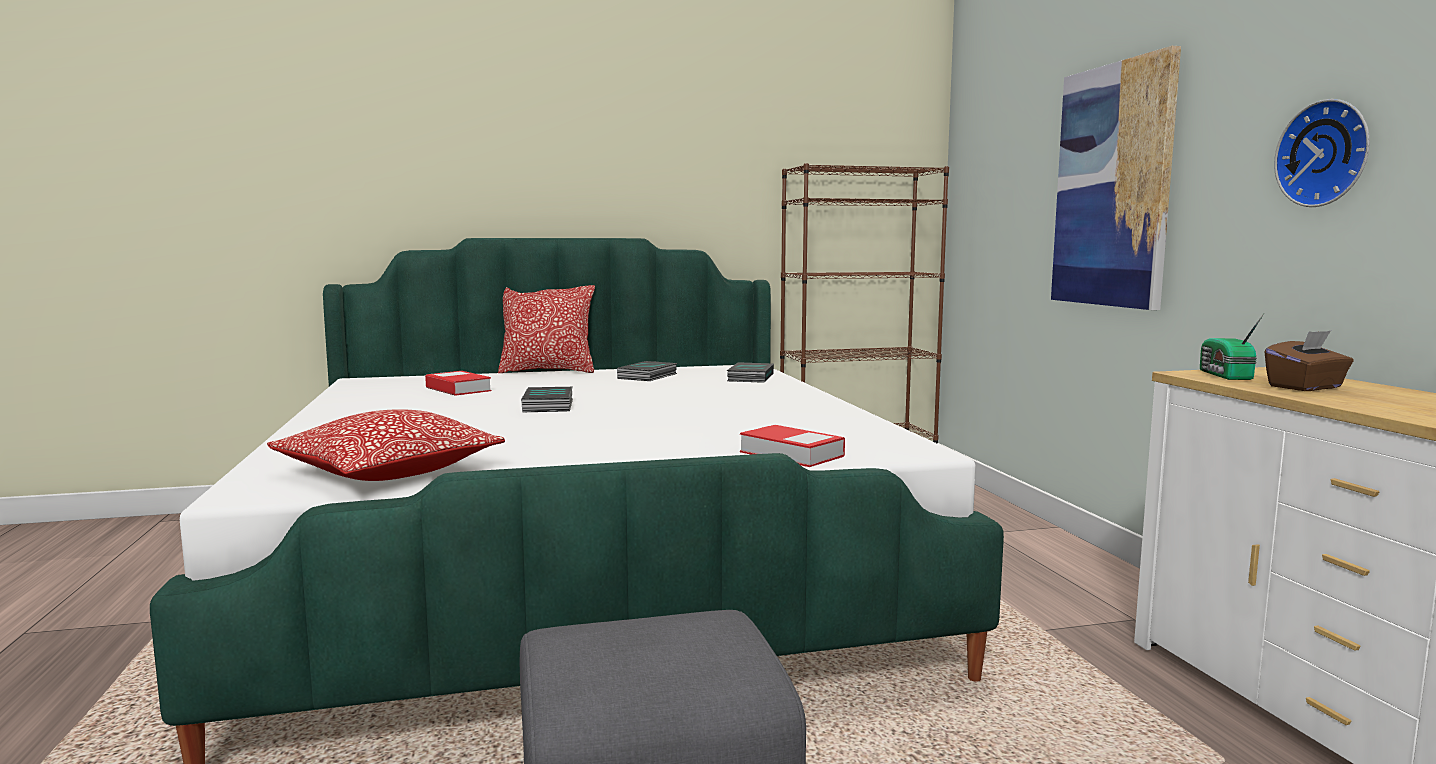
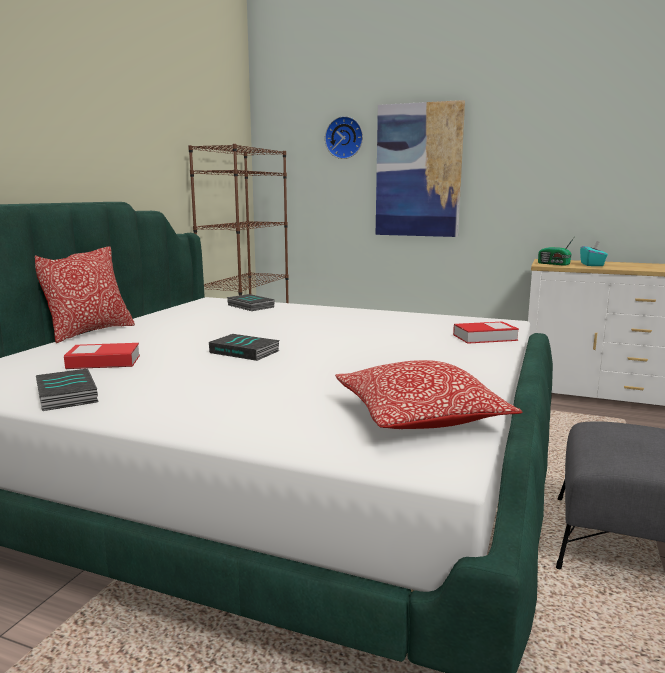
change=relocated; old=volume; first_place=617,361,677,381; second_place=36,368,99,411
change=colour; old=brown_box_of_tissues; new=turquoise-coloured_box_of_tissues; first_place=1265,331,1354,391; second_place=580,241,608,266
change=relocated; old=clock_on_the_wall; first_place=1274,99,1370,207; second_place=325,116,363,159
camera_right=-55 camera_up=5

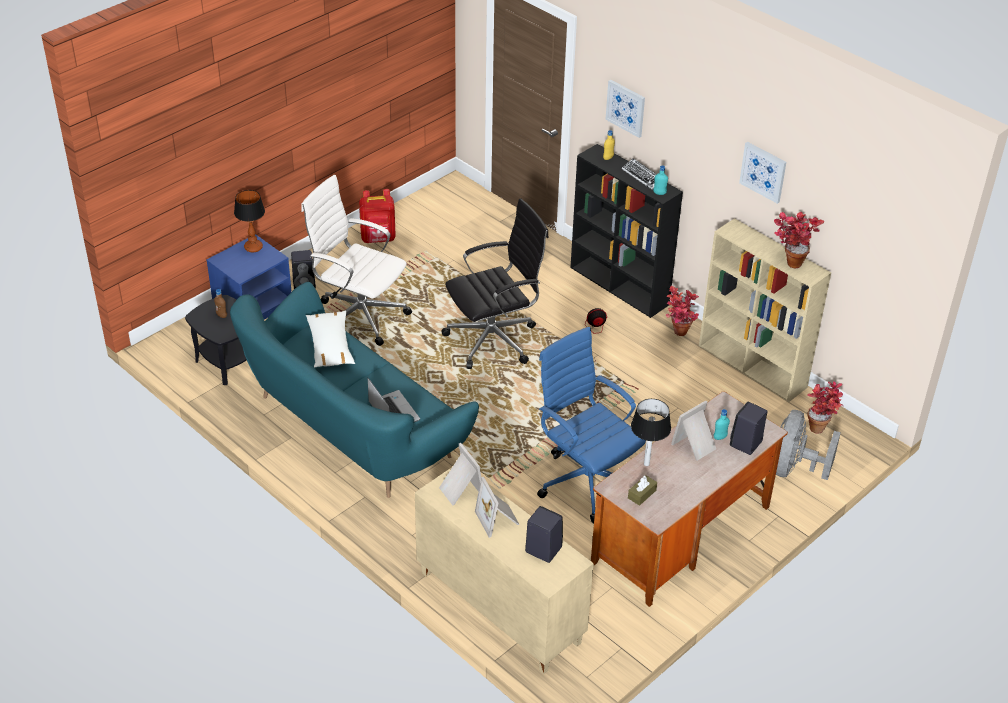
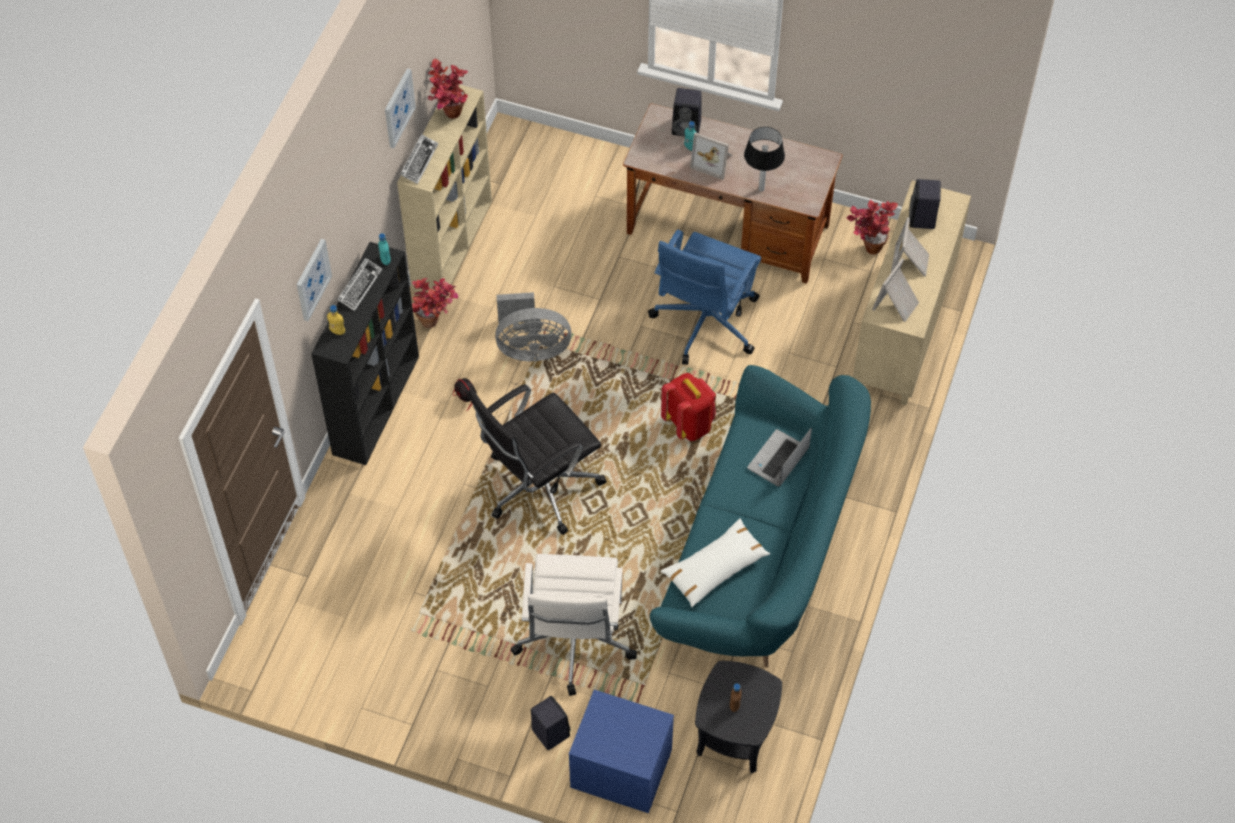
change=missing; old=tabletop_lamp; first_place=234,190,265,252
change=relocated; old=reddish_rucksack; first_place=359,189,396,243; second_place=661,373,716,441
change=spun; old=black_office_chair; first_place=442,198,549,369; second_place=468,384,607,535; degrees=-75
change=spun; old=standing_frame; first_place=475,477,520,538; second_place=891,217,929,276; degrees=150
change=missing; old=brown_box_of_tissues; first_place=628,475,657,506
change=relocated; old=greyish_cooling_fan; first_place=776,410,841,480; second_place=495,292,571,361
change=relocated; old=houseplant; first_place=807,382,843,434; second_place=847,200,898,255
change=appeared; new=keyboard; second_place=400,134,438,184
camera_right=-115 camera_up=15

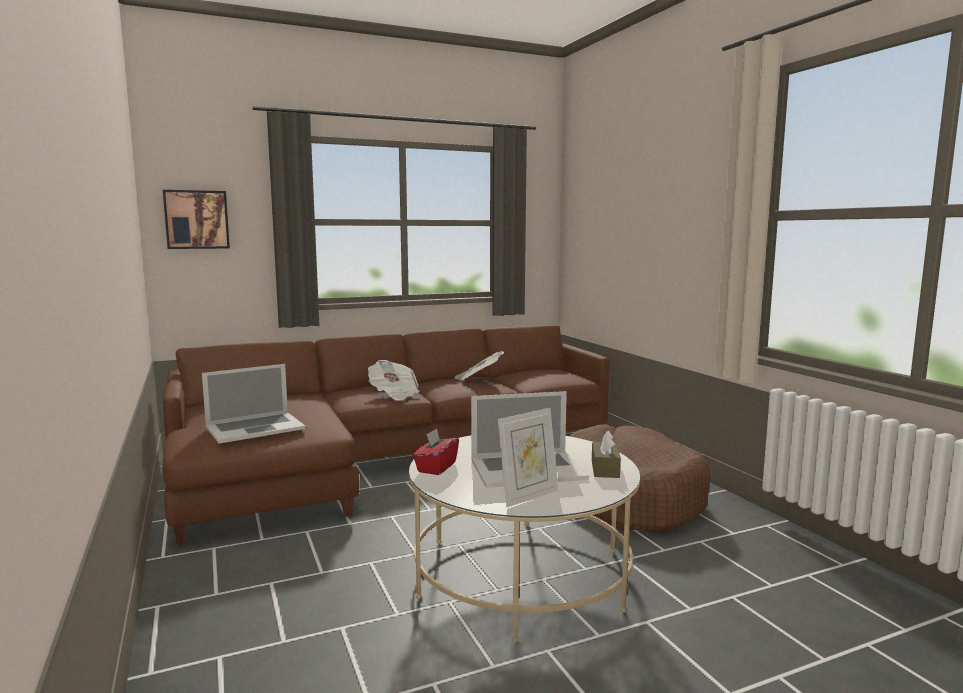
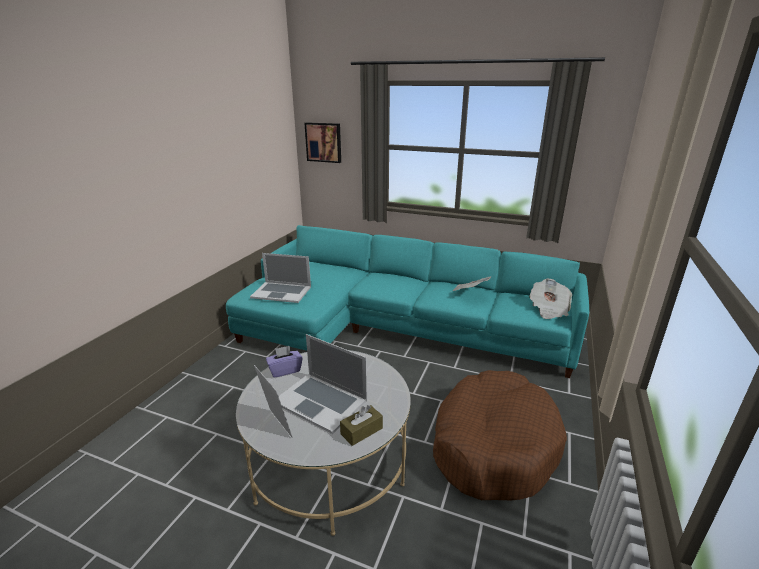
change=colour; old=brown_couch; new=turquoise-coloured_couch; first_place=162,325,610,546; second_place=226,225,589,378
change=relocated; old=printed_paper; first_place=368,360,420,401; second_place=529,279,572,319
change=colour; old=reddish_box_of_tissues; new=purple-coloured_box_of_tissues; first_place=413,428,459,475; second_place=266,346,303,378
change=spun; old=standing_frame; first_place=498,408,558,507; second_place=254,365,293,438; degrees=-135
camera_right=45 camera_up=15

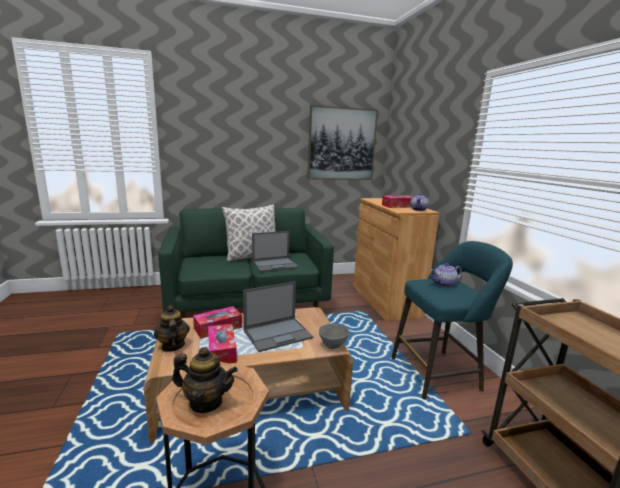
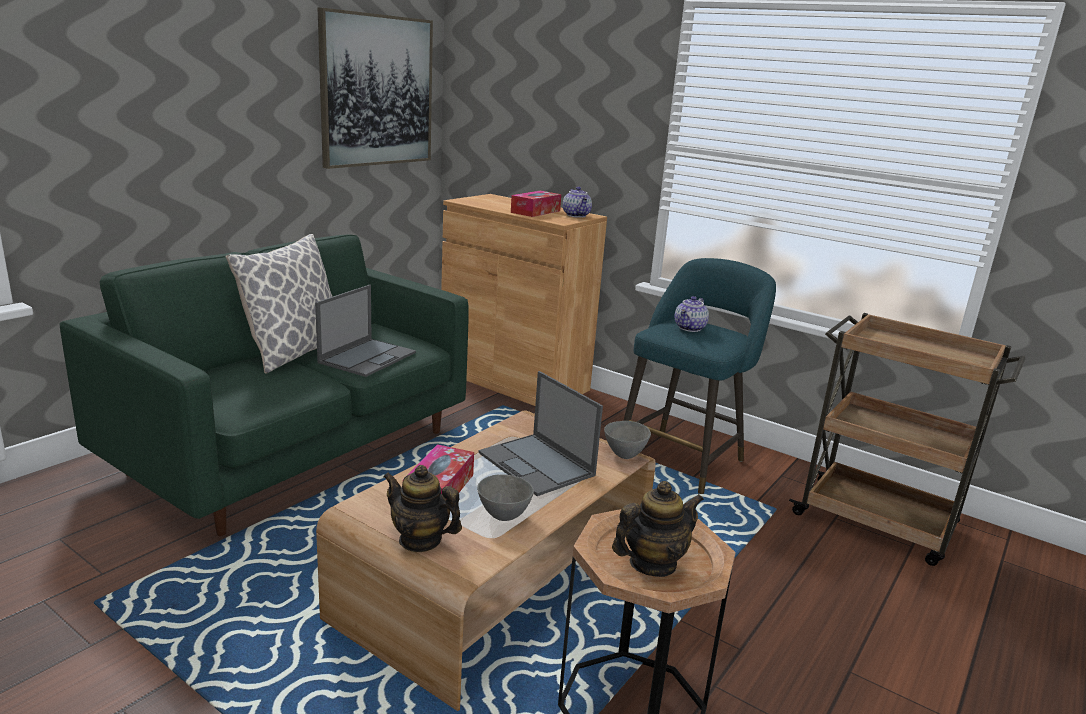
change=exchanged; old=box_of_tissues; new=greyish_deep_dish; first_place=208,324,237,364; second_place=477,474,534,521
change=spun; old=portable_computer; first_place=243,281,313,352; second_place=478,371,603,496; degrees=120
camera_right=-40 camera_up=5

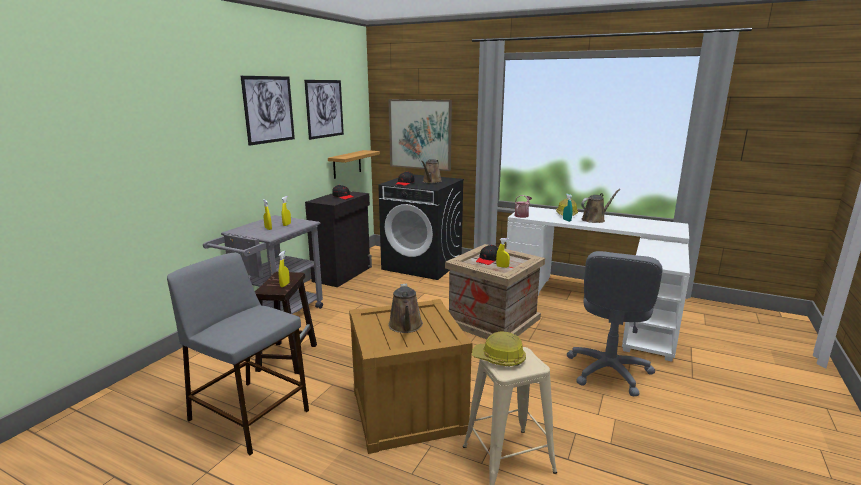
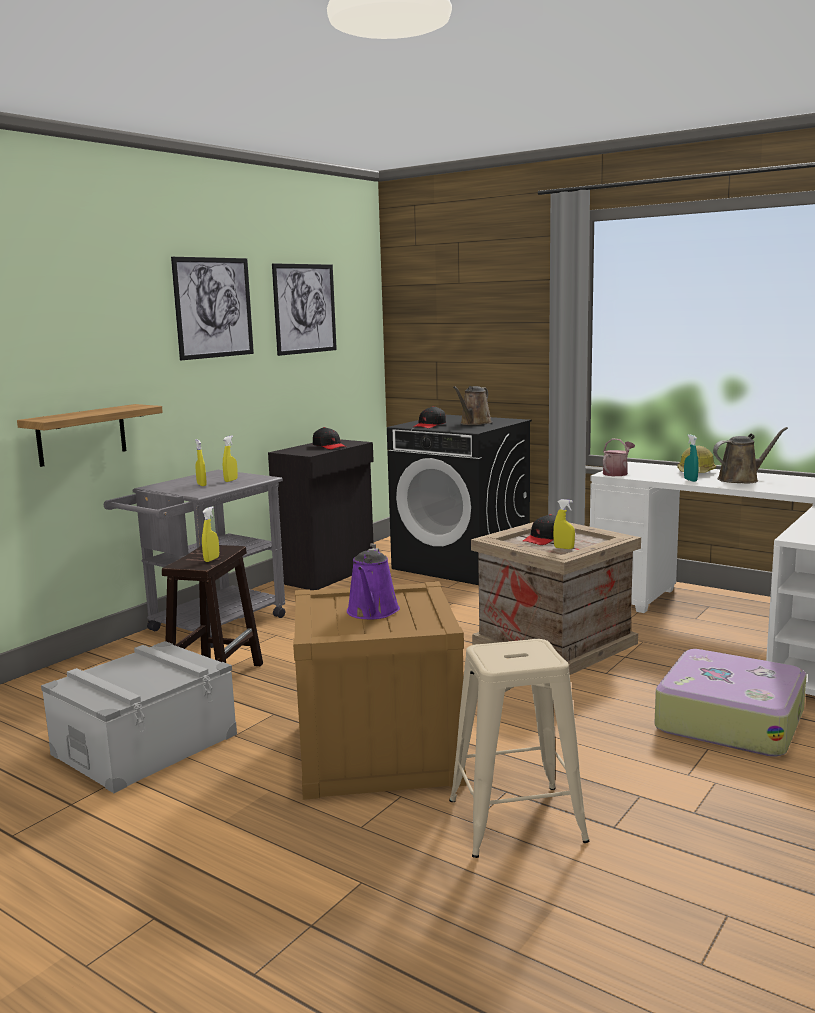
change=exchanged; old=greyish_stool; new=greyish_storage_container; first_place=167,253,309,455; second_place=41,641,237,793
change=relocated; old=wall_shelf; first_place=328,150,380,179; second_place=17,404,163,467
change=missing; old=wall_picture; first_place=388,99,452,171
change=colour; old=brown_sprinkling_can; new=purple-coloured_sprinkling_can; first_place=388,283,423,333; second_place=347,548,400,619
change=missing; old=work_helmet; first_place=472,331,526,366
change=exchanged; old=greyish_office_chair; new=piece_of_luggage; first_place=567,251,663,397; second_place=654,649,807,757
camera_right=10 camera_up=-5

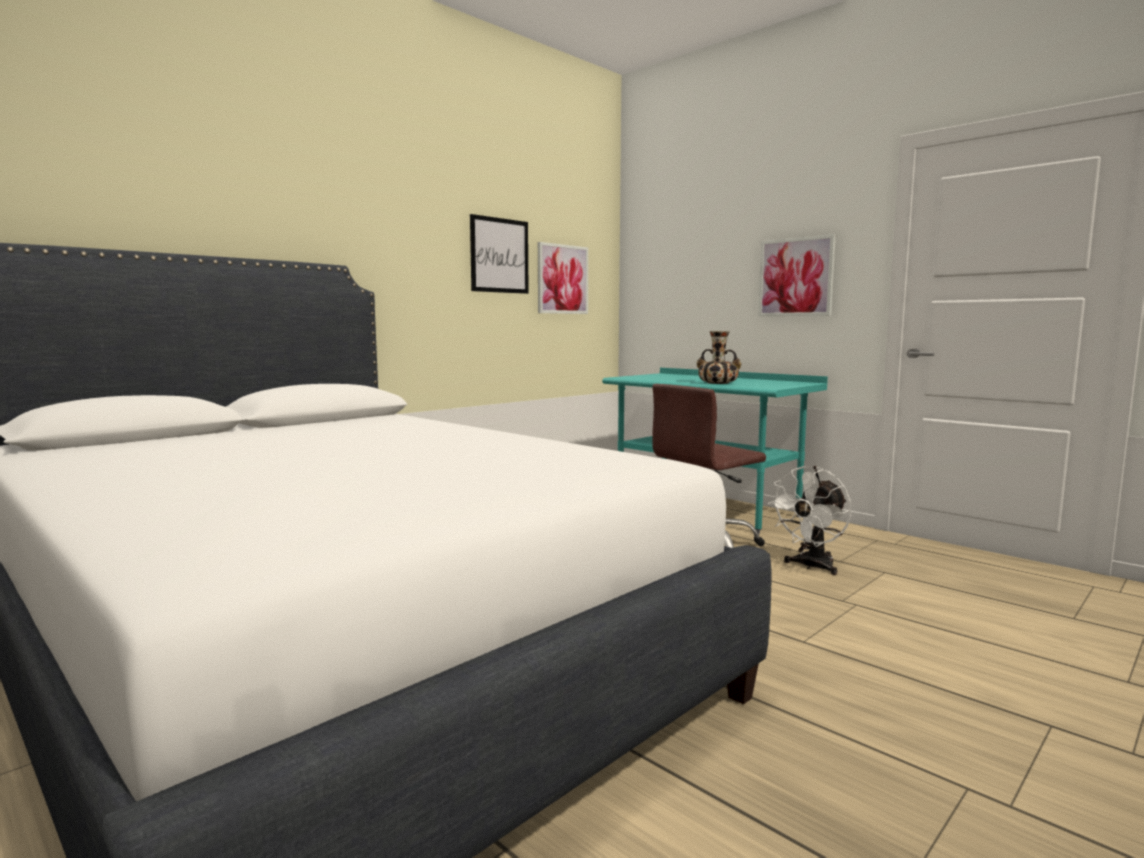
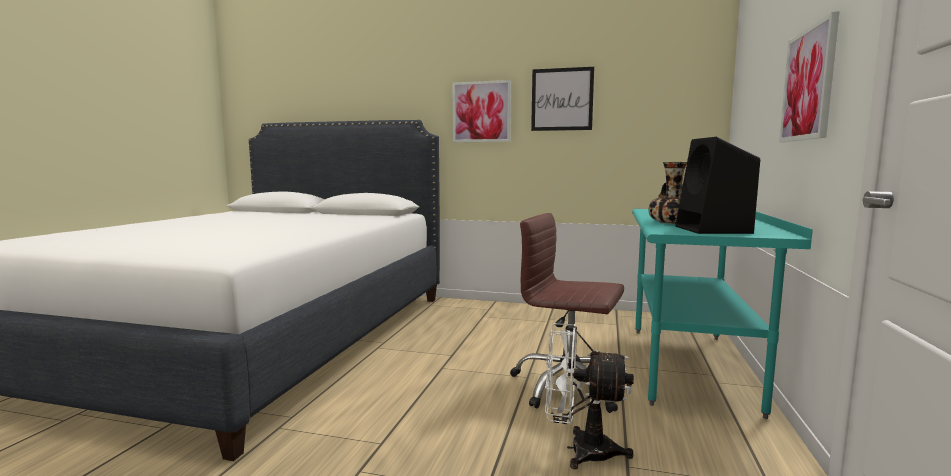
change=relocated; old=wall_picture; first_place=538,242,588,314; second_place=452,80,511,142
change=appeared; new=black_loudspeaker; second_place=675,137,760,234
camera_right=60 camera_up=0

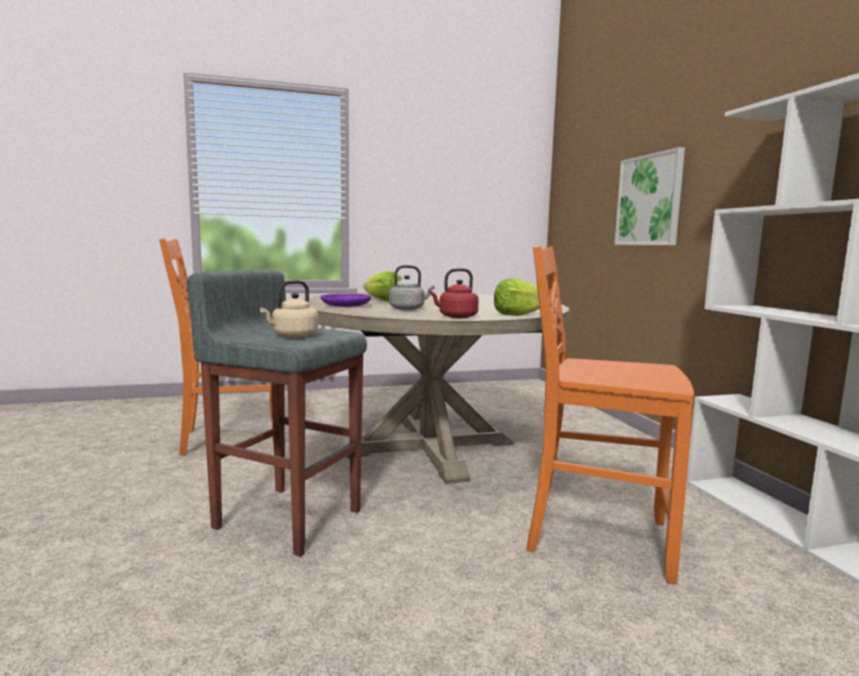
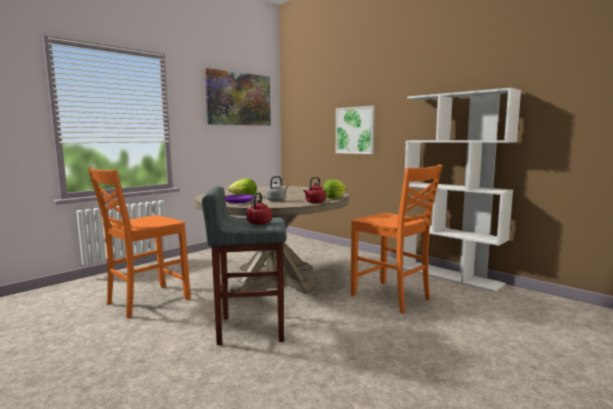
change=colour; old=sand-coloured_tea_kettle; new=reddish_tea_kettle; first_place=260,280,318,338; second_place=247,192,272,225
change=spun; old=orangey_upright_chair; first_place=526,246,694,584; second_place=351,164,442,314; degrees=-120
change=appeared; new=wall_picture; second_place=205,68,271,126
camera_right=-30 camera_up=0

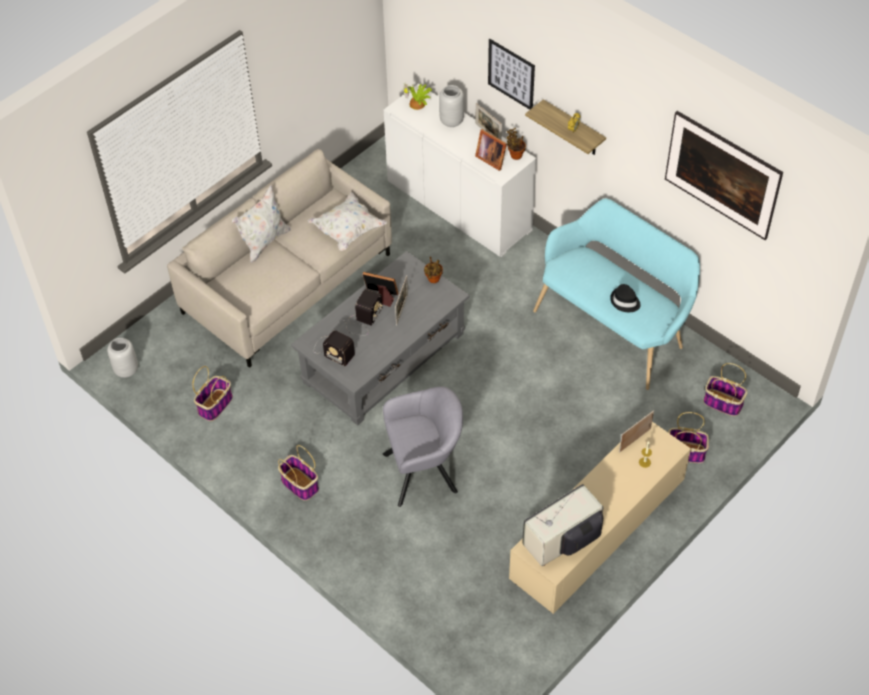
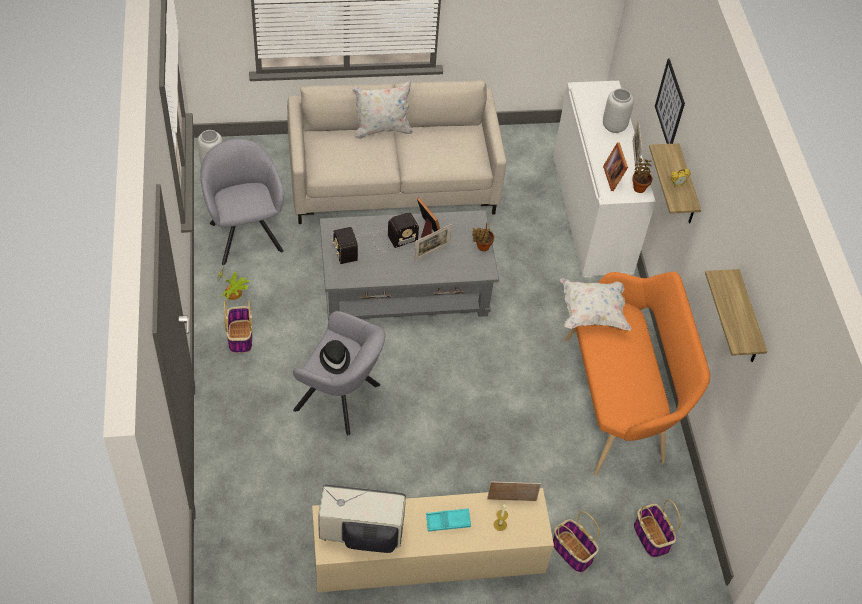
change=exchanged; old=household_basket; new=greyish_armchair; first_place=192,366,233,421; second_place=200,139,284,265
change=relocated; old=whitish_throw_pillow; first_place=308,192,387,251; second_place=560,278,631,331
change=relocated; old=houseplant; first_place=403,83,432,110; second_place=217,266,250,300
change=colour; old=turquoise-coloured_indoor_bench; new=orangey_indoor_bench; first_place=533,198,700,390; second_place=564,272,710,475
change=relocated; old=black_hat; first_place=610,284,640,312; second_place=320,340,350,374
change=exchanged; old=wall_picture; new=wall_shelf; first_place=665,111,783,240; second_place=705,269,767,362
change=appeared; new=turquoise-coloured_tray; second_place=426,508,471,531
camera_right=35 camera_up=0

